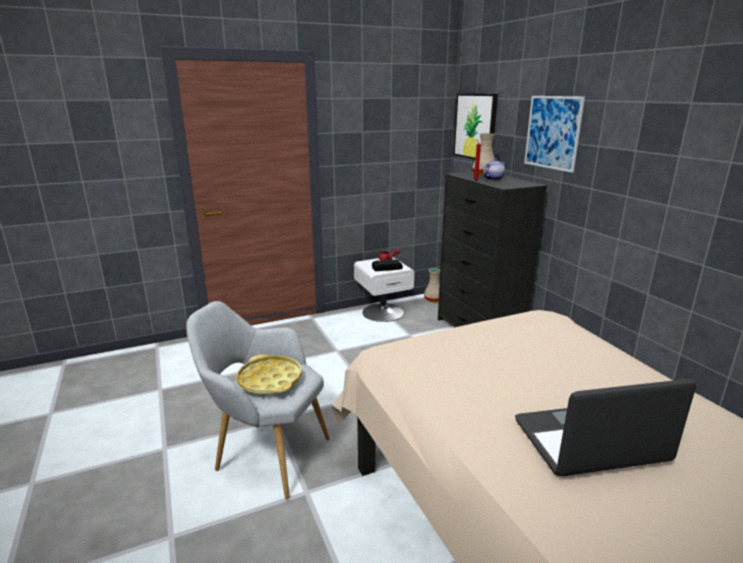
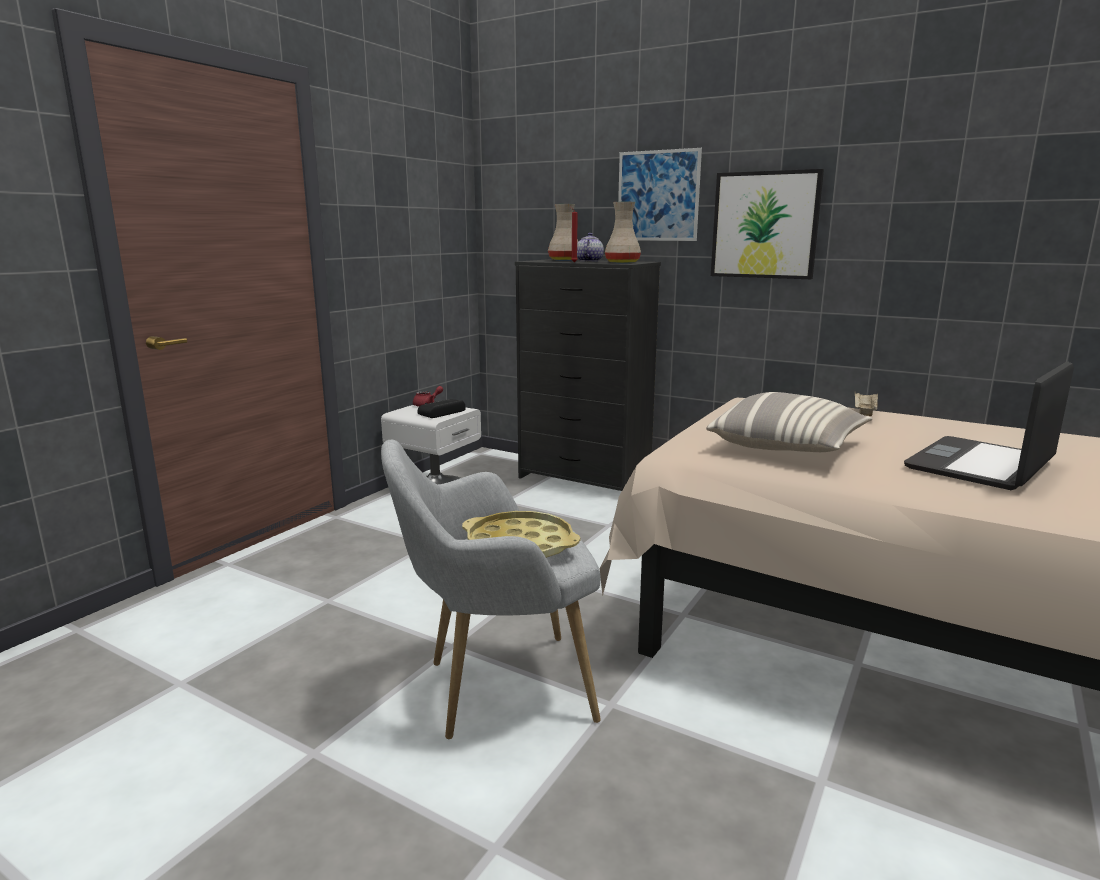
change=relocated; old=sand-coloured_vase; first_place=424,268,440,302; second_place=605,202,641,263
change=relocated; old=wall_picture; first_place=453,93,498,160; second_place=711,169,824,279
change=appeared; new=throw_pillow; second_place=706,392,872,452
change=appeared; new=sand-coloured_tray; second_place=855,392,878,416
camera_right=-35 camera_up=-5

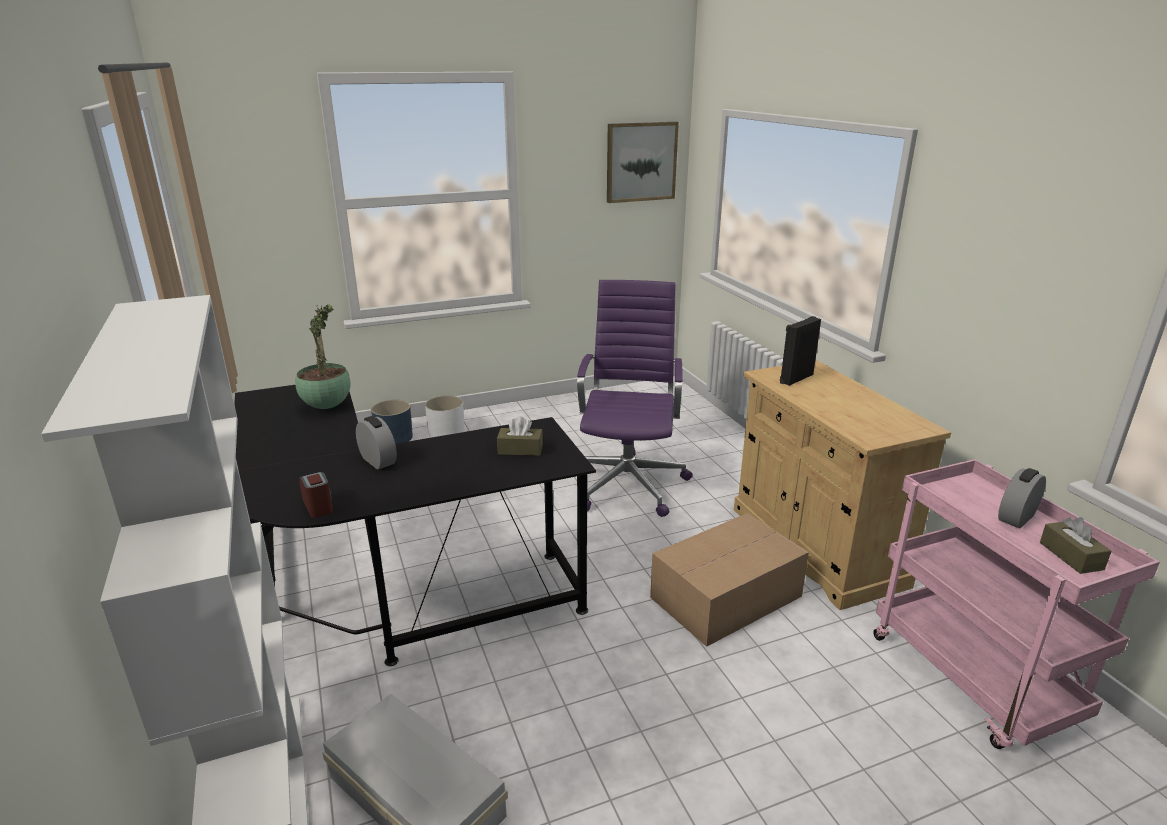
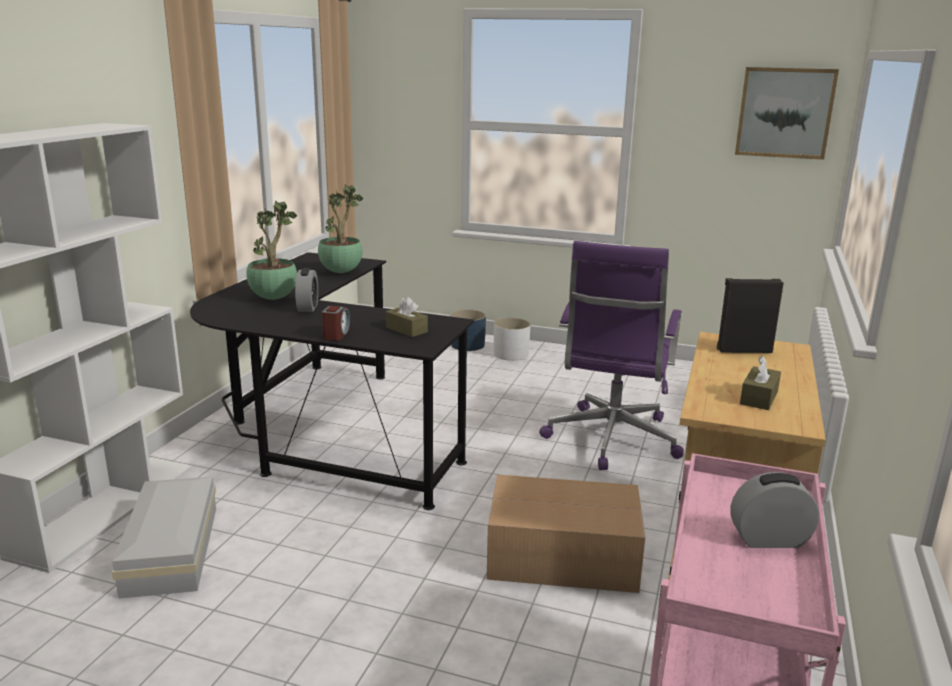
change=relocated; old=table_clock; first_place=299,472,333,518; second_place=322,306,350,341
change=spun; old=purple-coloured_office_chair; first_place=577,280,693,517; second_place=539,241,684,470; degrees=150
change=relocated; old=brown_box_of_tissues; first_place=1040,517,1112,574; second_place=740,356,781,410
change=appeared; new=houseplant; second_place=246,200,297,300
camera_right=40 camera_up=-5

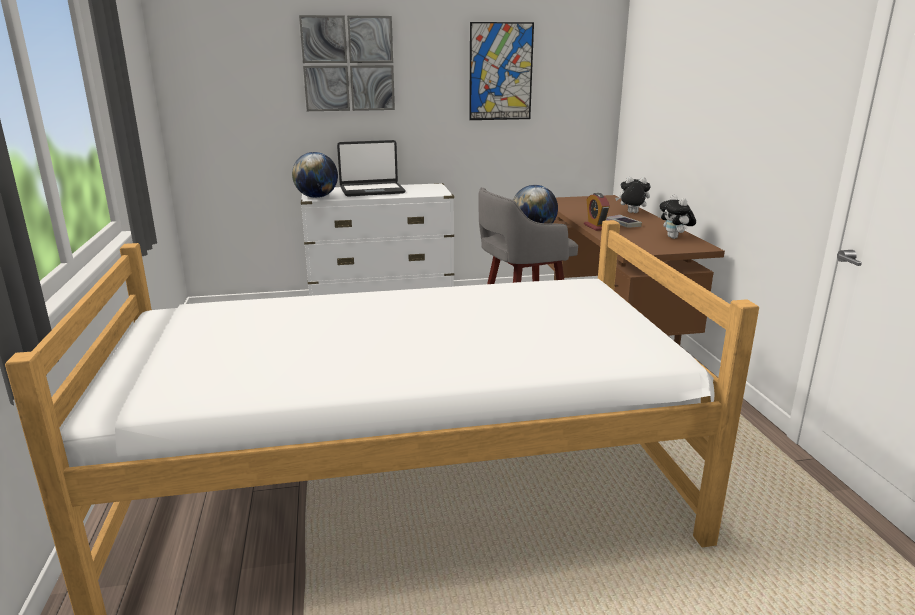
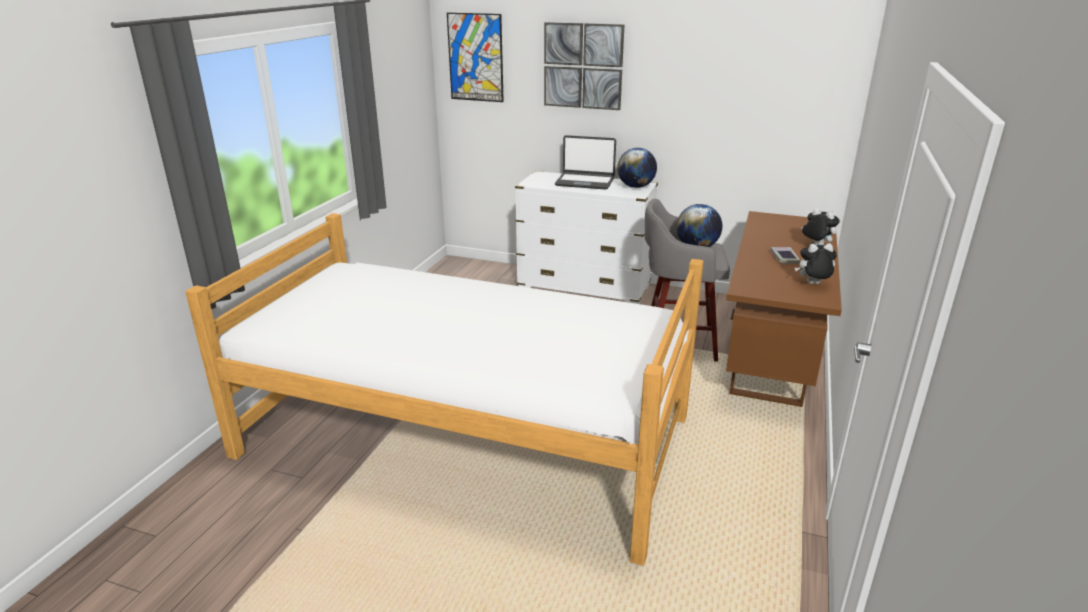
change=relocated; old=world_globe; first_place=292,152,338,198; second_place=617,148,657,188
change=relocated; old=wall_picture; first_place=469,22,534,120; second_place=447,13,504,102
change=missing; old=table_clock; first_place=584,193,610,231
change=spun; old=soft_toy; first_place=659,194,696,239; second_place=795,243,837,284; degrees=75
camera_right=30 camera_up=5

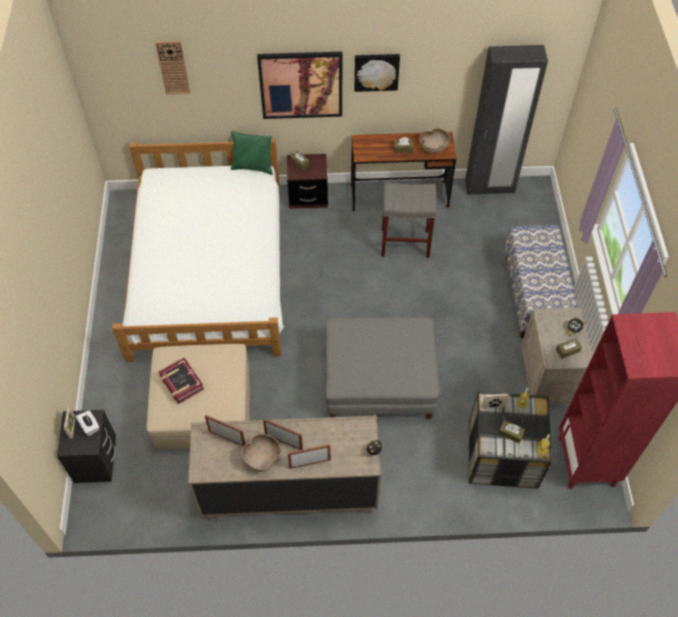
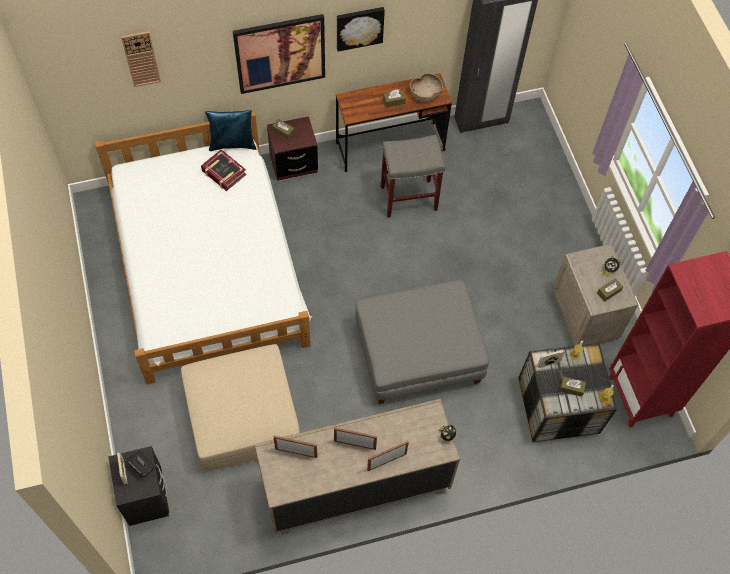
change=colour; old=whitish_box_of_tissues; new=black_box_of_tissues; first_place=76,411,99,436; second_place=126,451,154,478
change=relocated; old=volume; first_place=159,358,204,404; second_place=201,149,246,191
change=colour; old=green-coloured_throw_pillow; new=blue_throw_pillow; first_place=231,131,273,175; second_place=205,110,256,151
change=missing; old=brown_deep_dish; first_place=242,434,282,472
change=missing; old=indoor_bench; first_place=505,225,578,338
camera_right=-15 camera_up=5

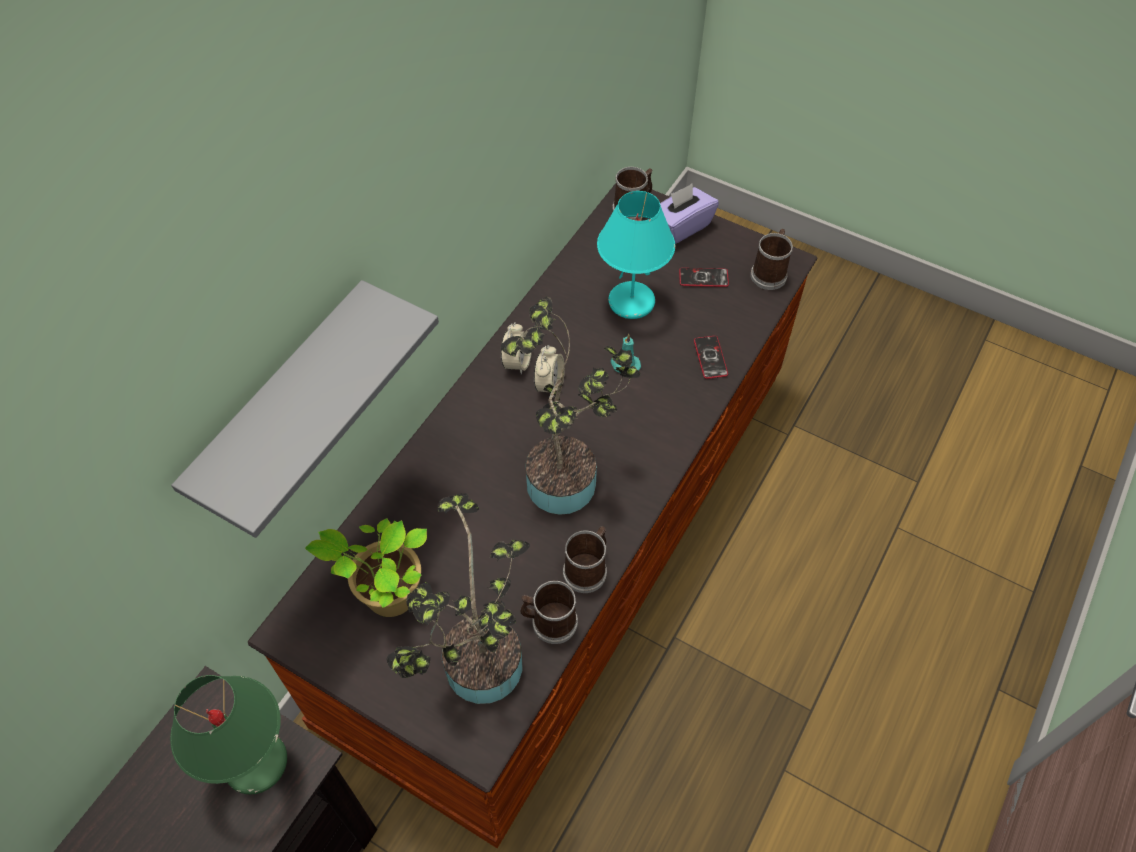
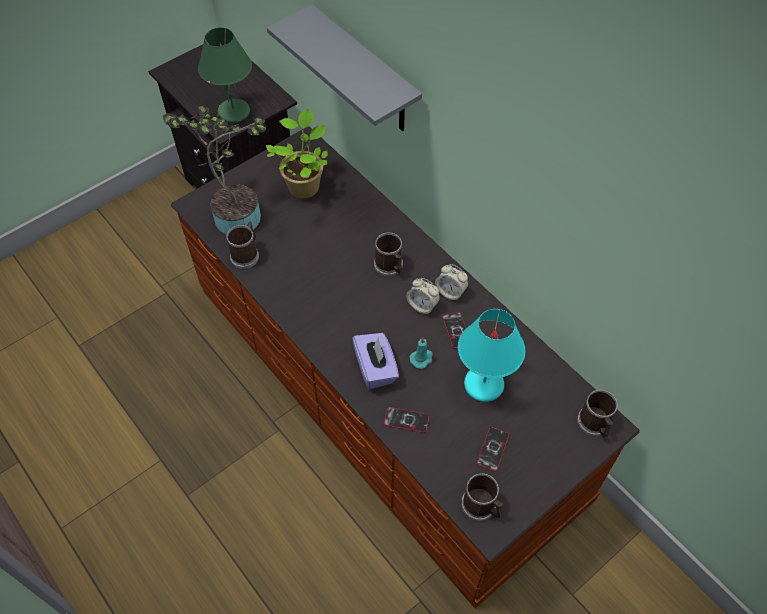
change=missing; old=houseplant; first_place=501,297,641,515
change=relocated; old=coffee_mug; first_place=563,526,607,593; second_place=374,233,403,276
change=relocated; old=purple-coloured_box_of_tissues; first_place=660,183,719,244; second_place=352,333,399,389
change=appeared; new=telephone; second_place=442,312,466,349
camera_right=110 camera_up=0

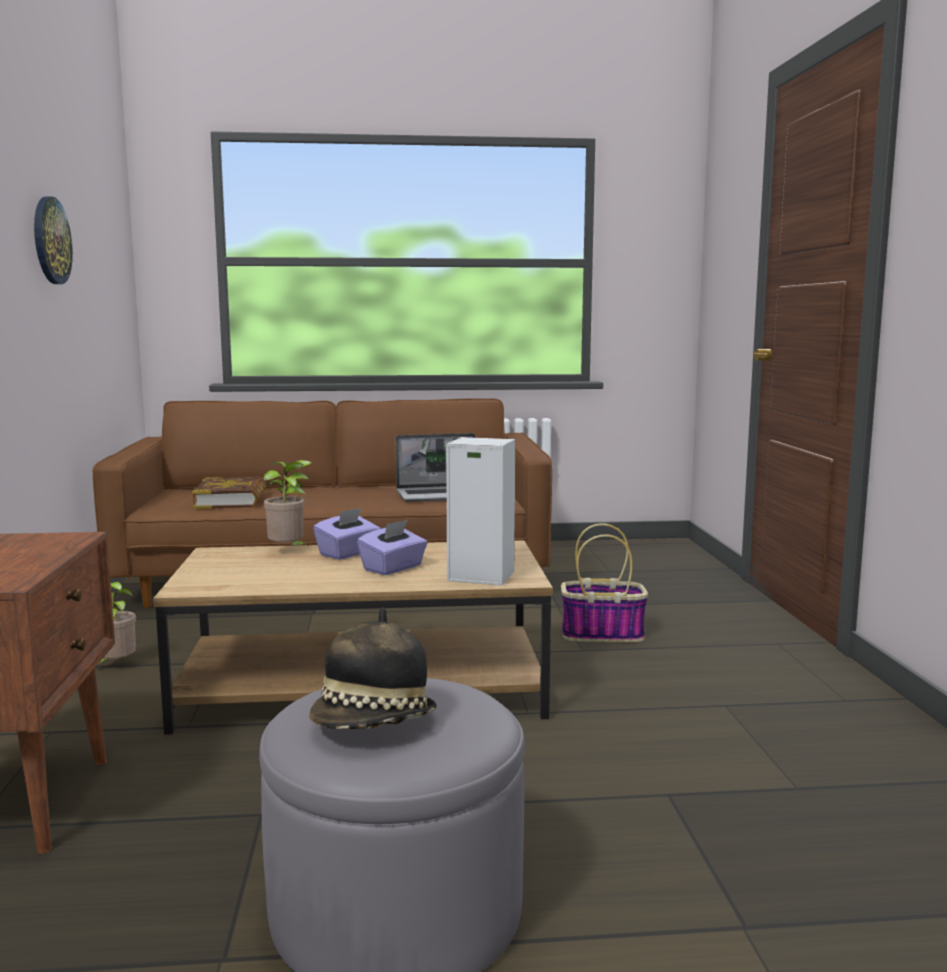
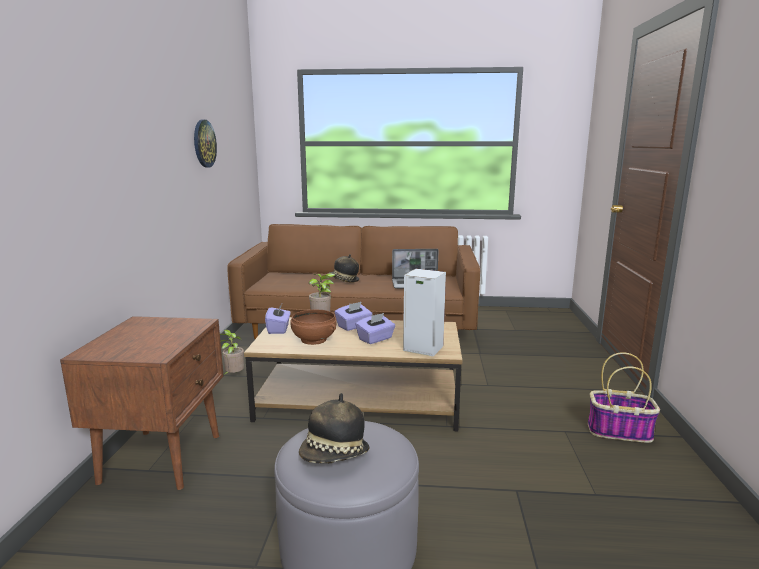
change=missing; old=volume; first_place=192,477,266,509
change=relocated; old=household_basket; first_place=561,523,648,642; second_place=588,352,660,443
change=appeared; new=purple-coloured_box_of_tissues; second_place=265,304,290,334
change=appeared; new=brown_deep_dish; second_place=290,310,337,345
change=appeared; new=hat; second_place=329,254,359,282
camera_right=10 camera_up=5

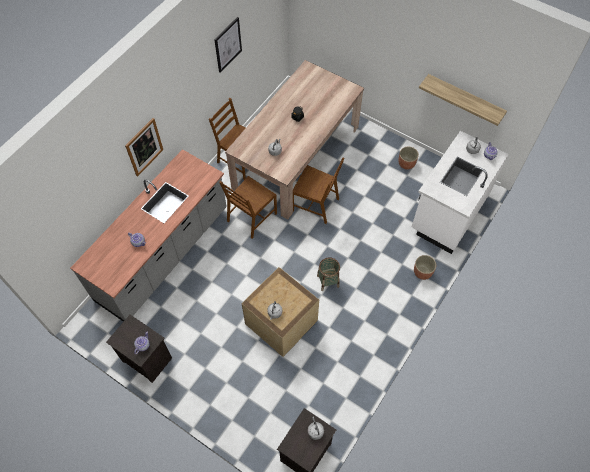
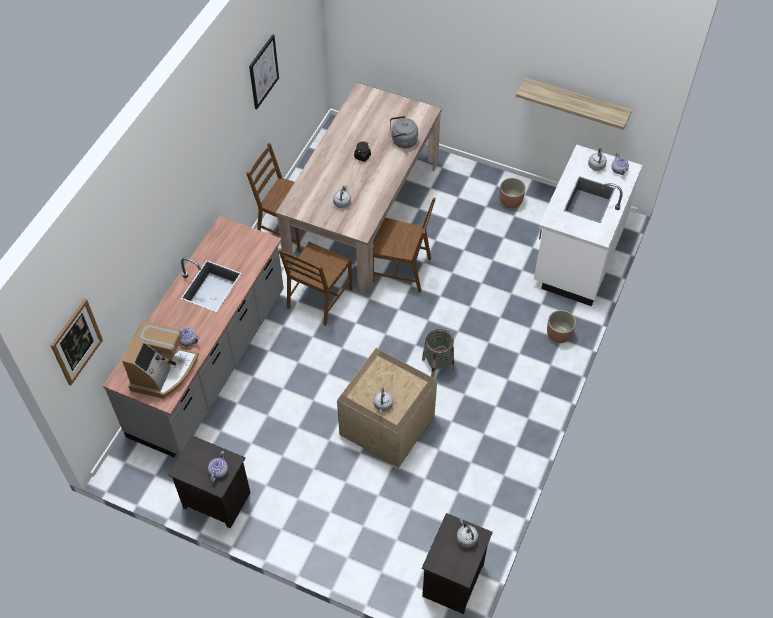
change=relocated; old=wall_picture; first_place=125,118,163,177; second_place=50,299,103,386
change=appeared; new=coffee_maker; second_place=122,321,199,399
change=appeared; new=greyish_tea_kettle; second_place=390,116,418,148
camera_right=-10 camera_up=-5

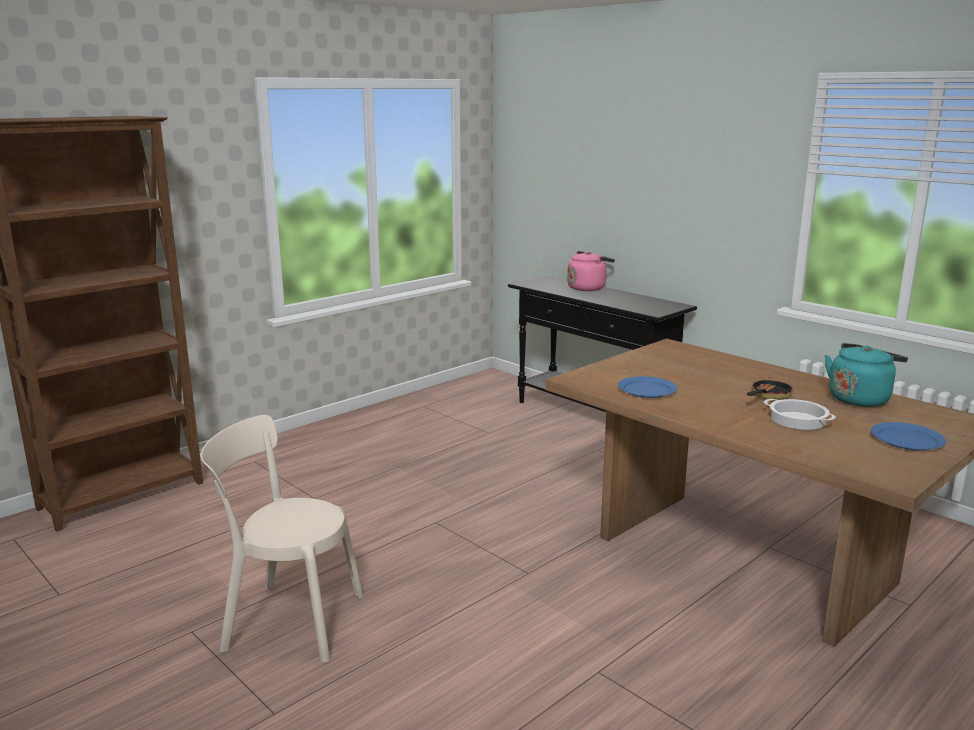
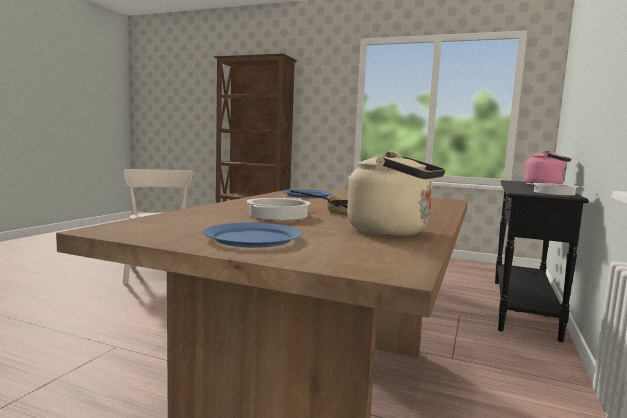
change=colour; old=turquoise-coloured_tea_kettle; new=sand-coloured_tea_kettle; first_place=825,343,908,407; second_place=347,151,445,236
change=appeared; new=cooking_pot; second_place=527,183,582,196
camera_right=65 camera_up=-10

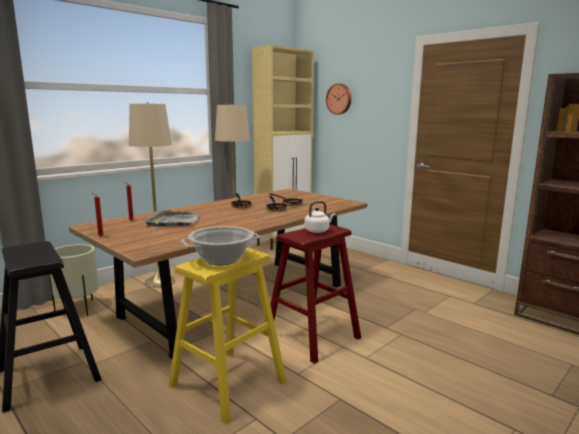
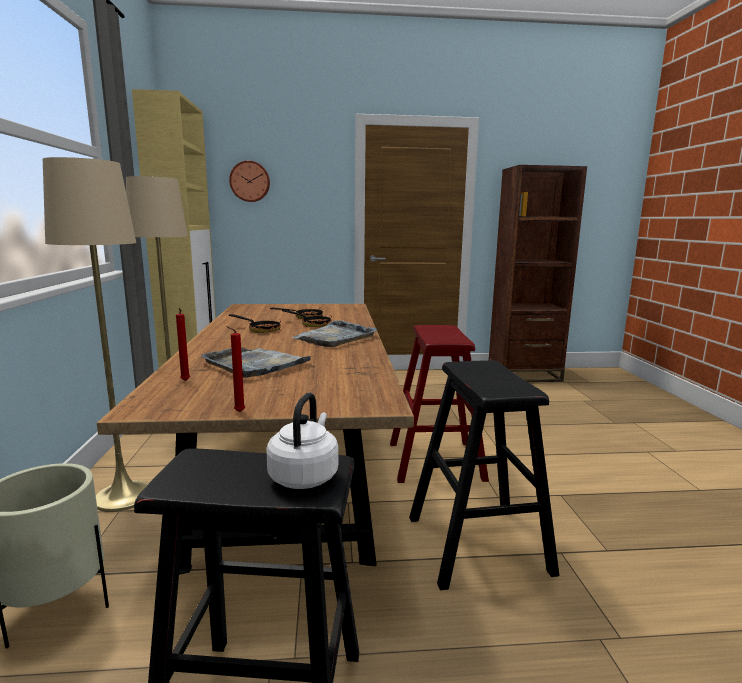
change=colour; old=yellow_stool; new=black_stool; first_place=169,248,287,424; second_place=409,360,559,590
change=missing; old=cooking_pot; first_place=181,226,260,265
change=relocated; old=whitish_tea_kettle; first_place=304,201,335,233; second_place=266,393,338,489
change=appeared; new=greyish_tray; second_place=291,320,377,347
camera_right=-50 camera_up=0

